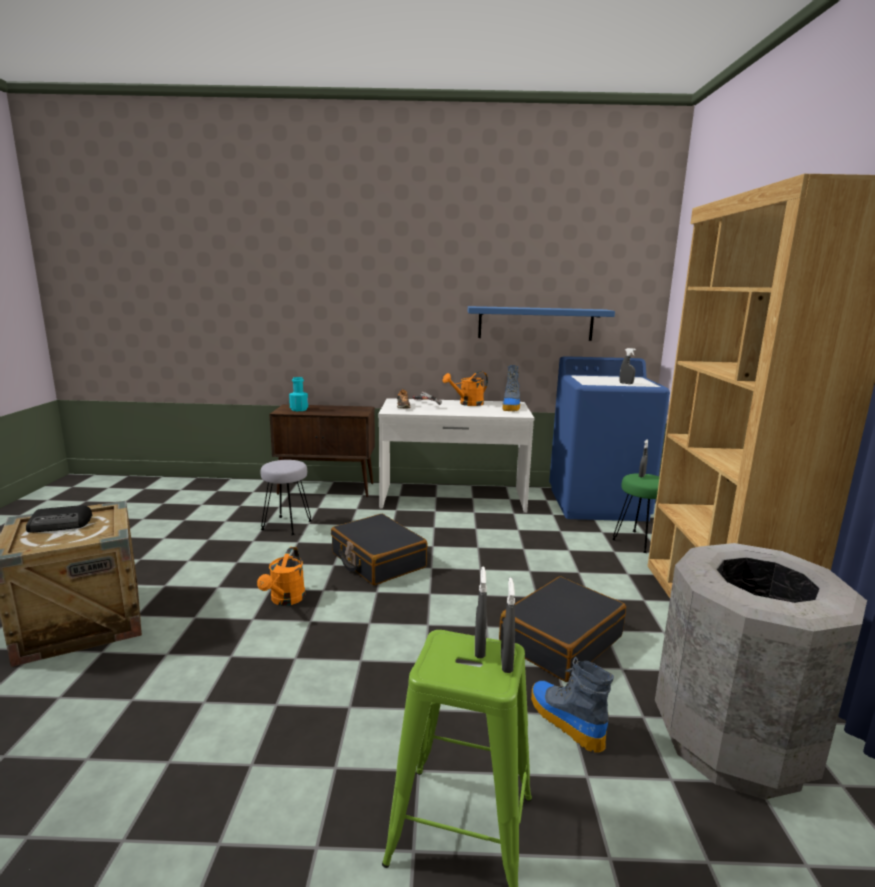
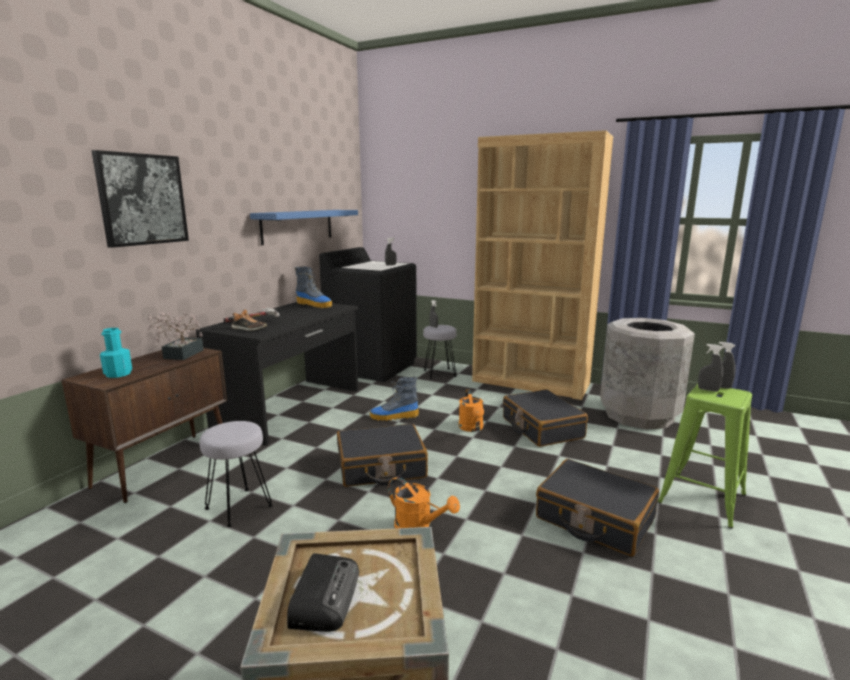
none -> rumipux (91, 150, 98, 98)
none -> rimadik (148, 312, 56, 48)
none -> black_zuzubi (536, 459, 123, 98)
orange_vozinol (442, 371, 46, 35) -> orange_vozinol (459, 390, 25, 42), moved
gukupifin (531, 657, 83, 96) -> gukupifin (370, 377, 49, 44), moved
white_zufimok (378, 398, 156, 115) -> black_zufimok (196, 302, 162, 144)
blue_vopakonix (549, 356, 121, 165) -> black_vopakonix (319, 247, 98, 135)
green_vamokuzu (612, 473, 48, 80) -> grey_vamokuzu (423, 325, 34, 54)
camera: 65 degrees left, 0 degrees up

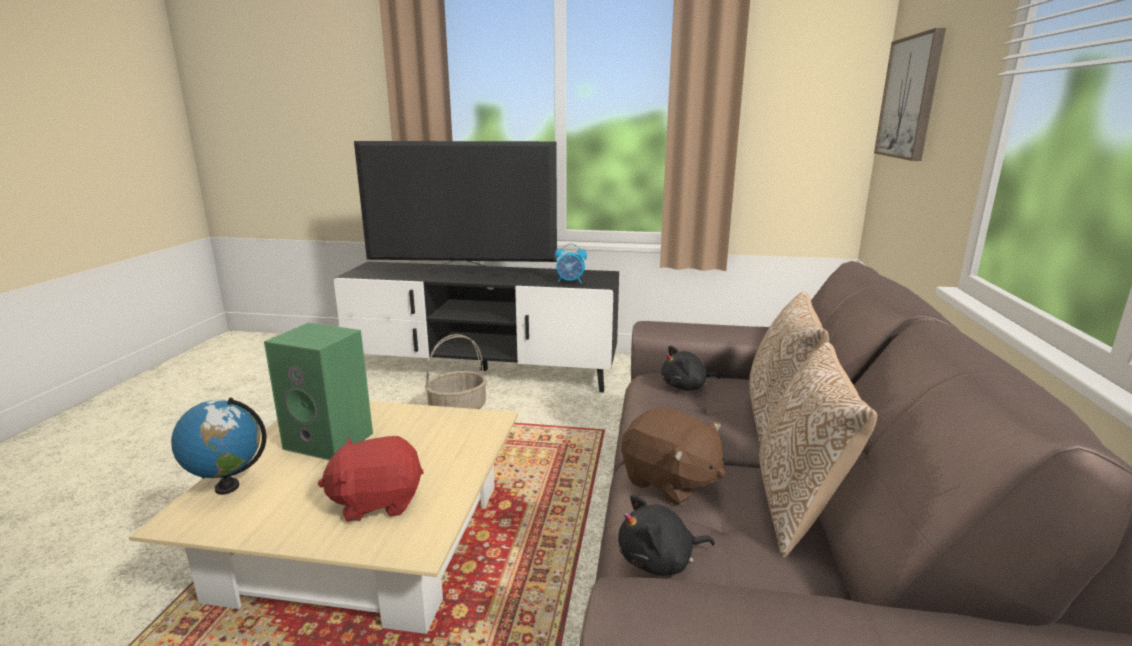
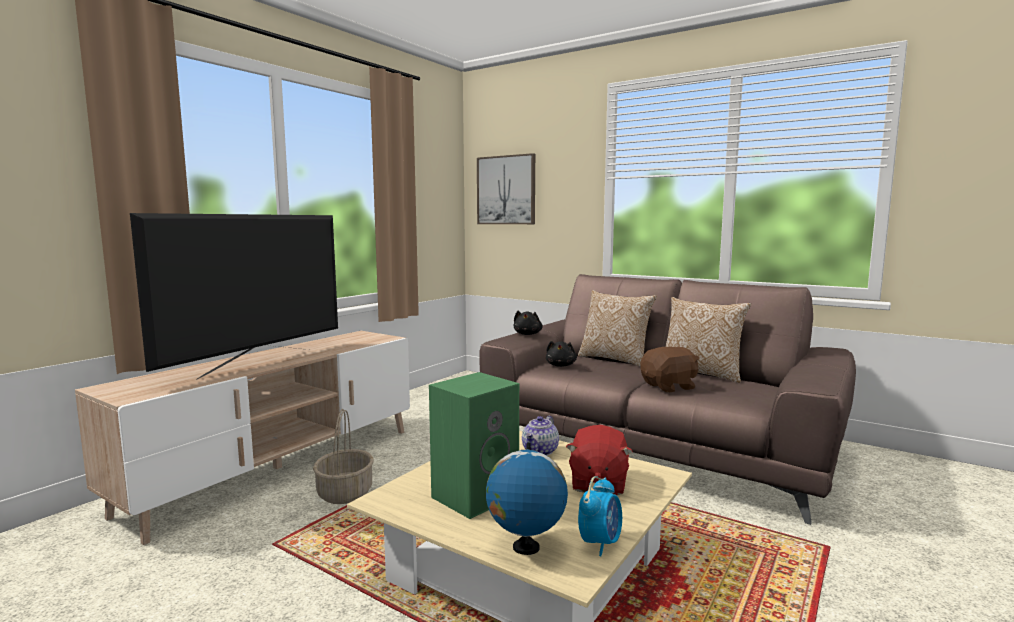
none -> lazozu (522, 416, 37, 40)
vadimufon (555, 244, 32, 40) -> vadimufon (578, 476, 44, 80), moved
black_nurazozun (618, 494, 97, 82) -> black_nurazozun (514, 311, 28, 24), moved
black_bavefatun (334, 261, 285, 132) -> beige_bavefatun (75, 331, 335, 214)
camera: 65 degrees left, 10 degrees down

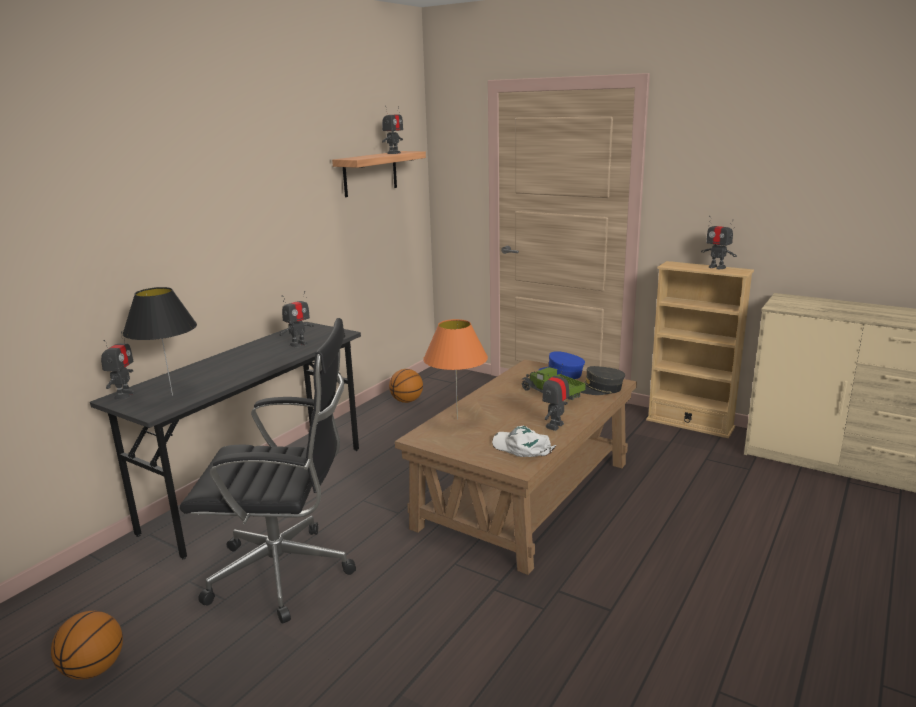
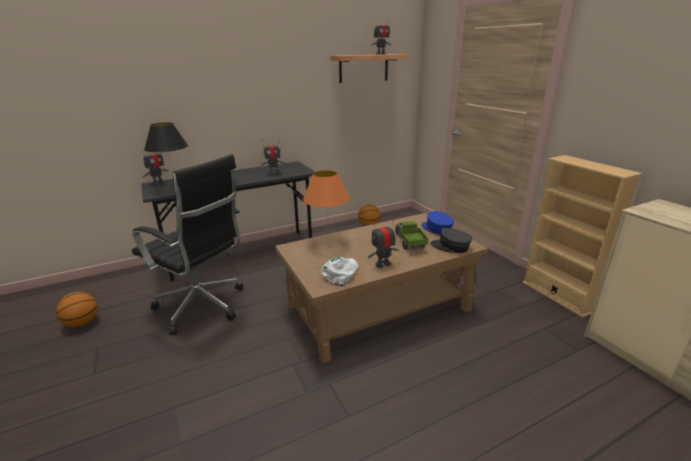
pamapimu (701, 216, 36, 53) -> none
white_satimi (492, 426, 64, 31) -> white_satimi (321, 257, 37, 29), 45 degrees clockwise
camera: 30 degrees right, 5 degrees up

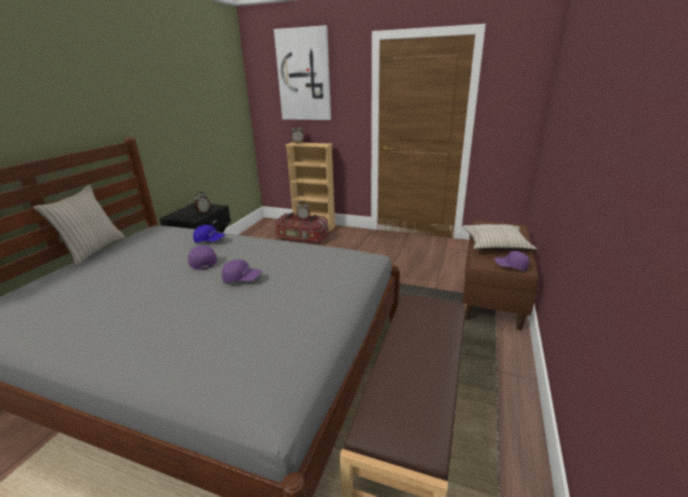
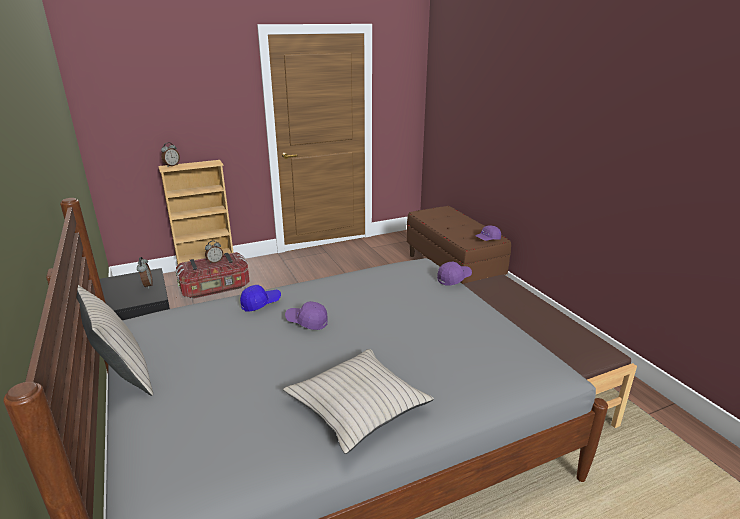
rumipux (274, 25, 57, 95) -> none
purple_satimi (222, 259, 40, 24) -> purple_satimi (437, 262, 35, 24), moved
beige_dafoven (463, 224, 74, 27) -> beige_dafoven (283, 349, 151, 105), moved
camera: 45 degrees left, 0 degrees up

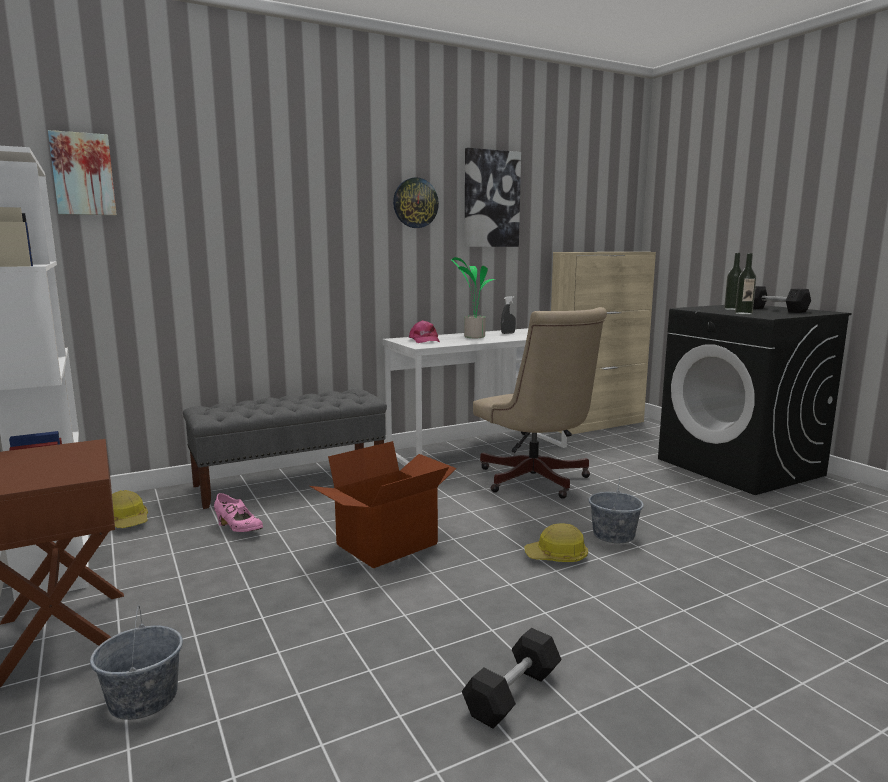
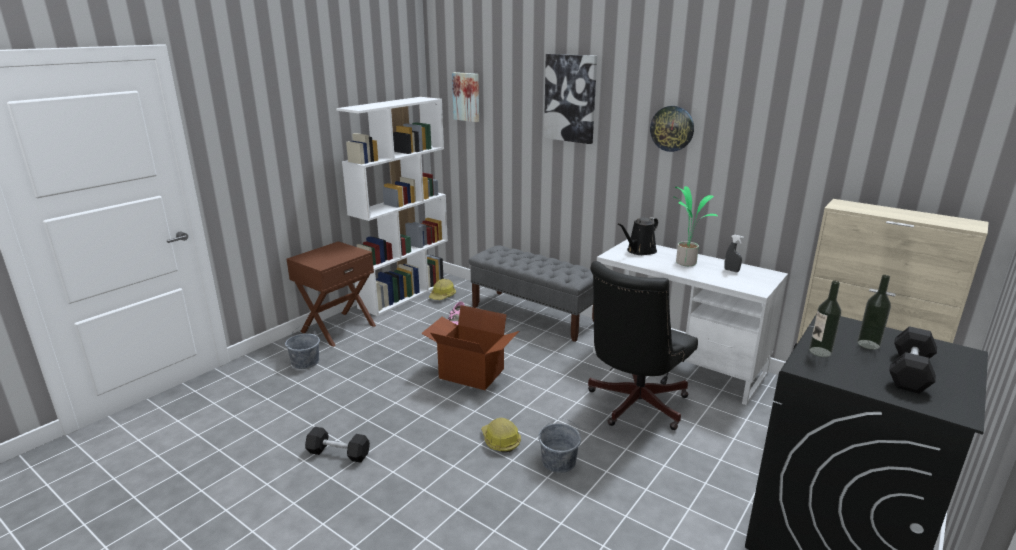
rumipux (464, 148, 57, 99) -> rumipux (544, 54, 53, 90), moved
pink_satimi (409, 320, 31, 23) -> black_vozinol (618, 217, 40, 38)
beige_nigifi (473, 307, 134, 192) -> black_nigifi (588, 261, 110, 169)
camera: 65 degrees right, 10 degrees up

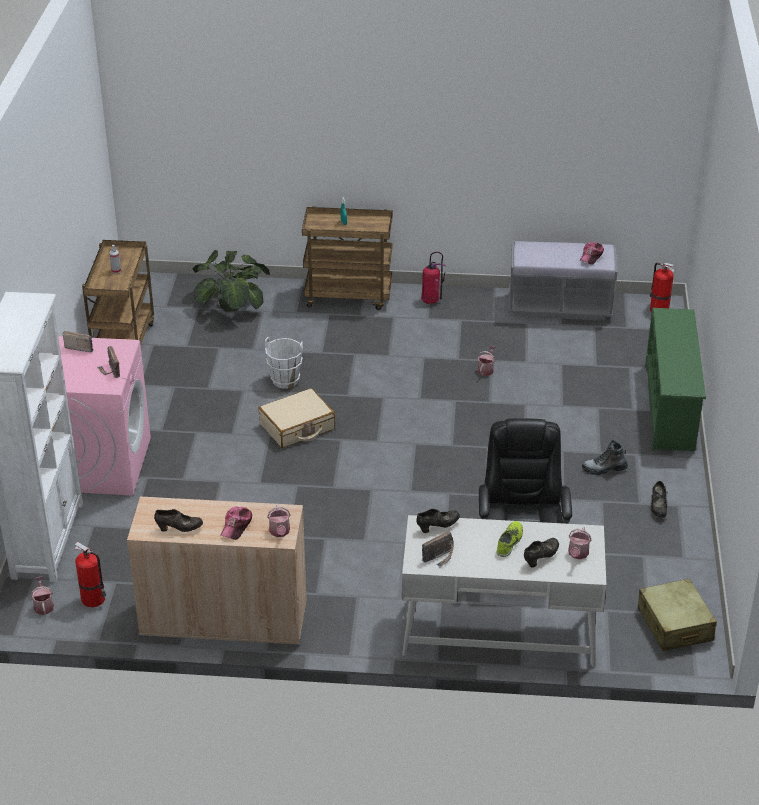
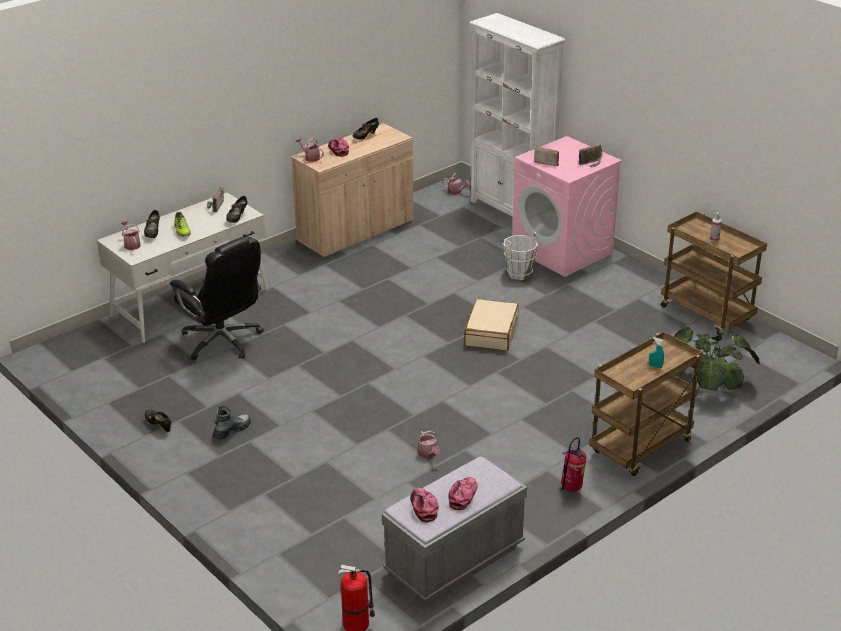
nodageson (74, 542, 32, 65) -> none
beige_zuzubi (638, 579, 79, 72) -> none
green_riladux (645, 308, 61, 143) -> none
none -> satimi (448, 477, 30, 33)
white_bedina (265, 337, 38, 52) -> white_bedina (503, 232, 35, 48), moved
camera: 135 degrees right, 5 degrees down

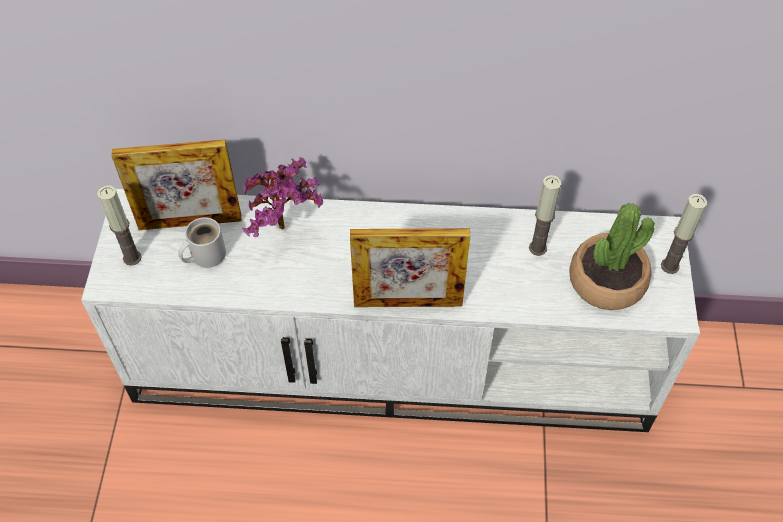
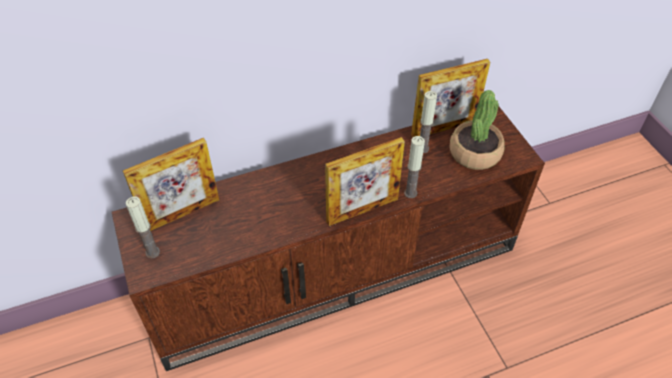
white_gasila (178, 217, 48, 51) -> none
rimadik (242, 157, 81, 80) -> none
none -> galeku (411, 59, 79, 78)
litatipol (661, 194, 46, 80) -> litatipol (404, 136, 21, 62), moved
white_bavefatun (81, 189, 619, 243) -> brown_bavefatun (112, 106, 433, 265)
camera: 25 degrees left, 5 degrees down

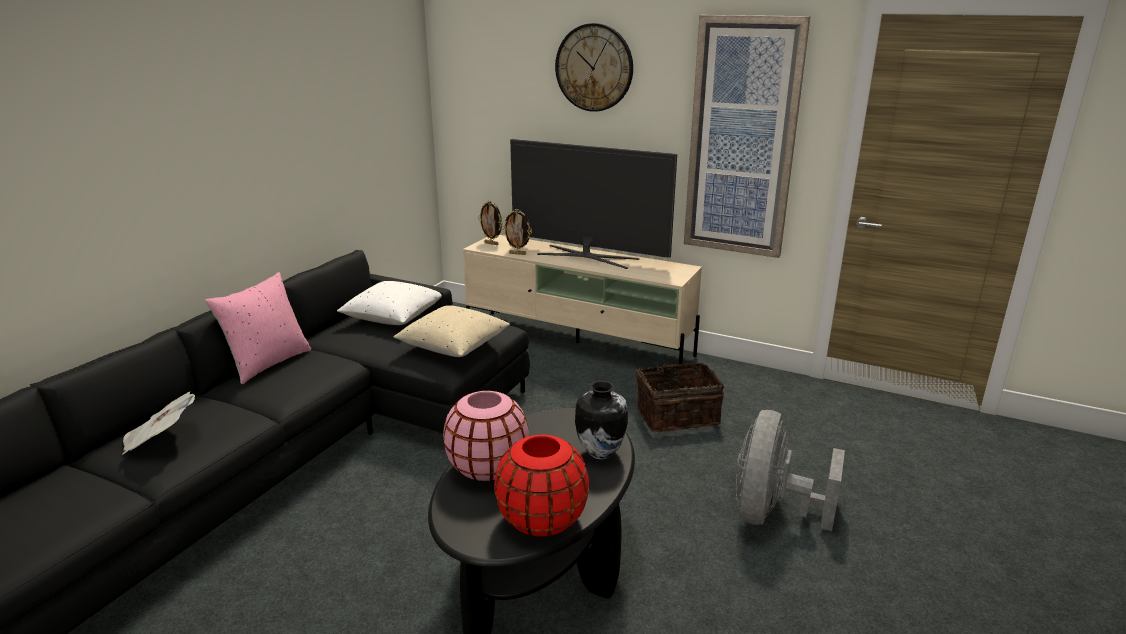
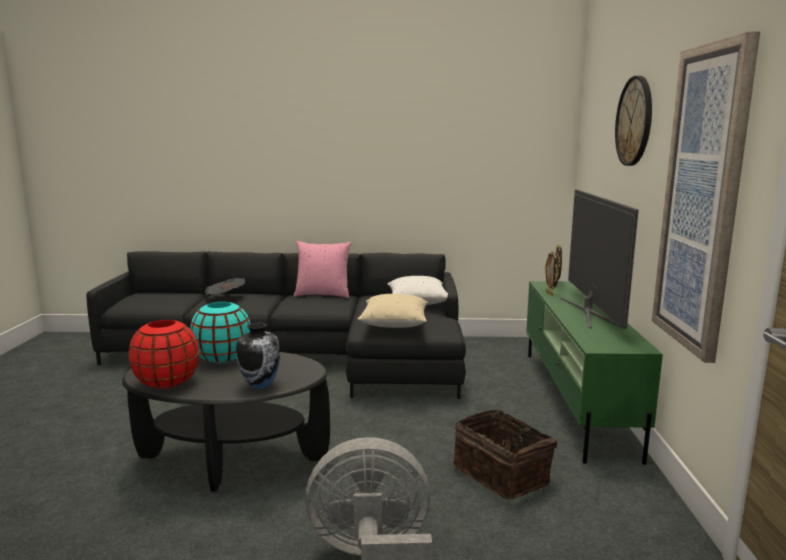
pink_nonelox (443, 391, 86, 90) -> turquoise_nonelox (190, 302, 61, 61)
beige_bavefatun (463, 235, 239, 129) -> green_bavefatun (526, 281, 137, 184)
camera: 65 degrees right, 10 degrees down

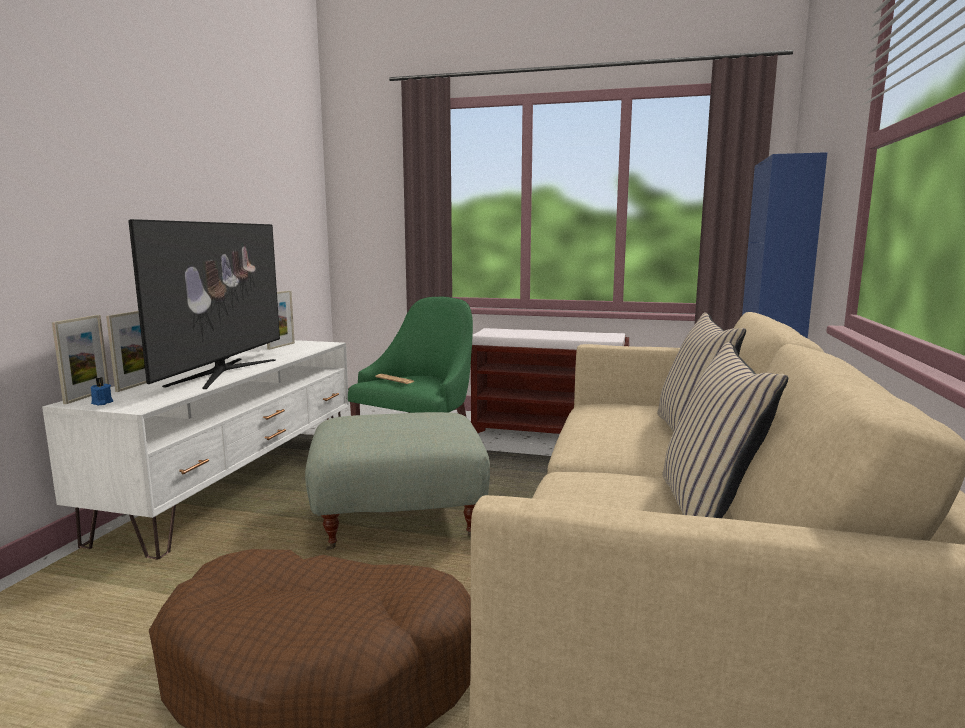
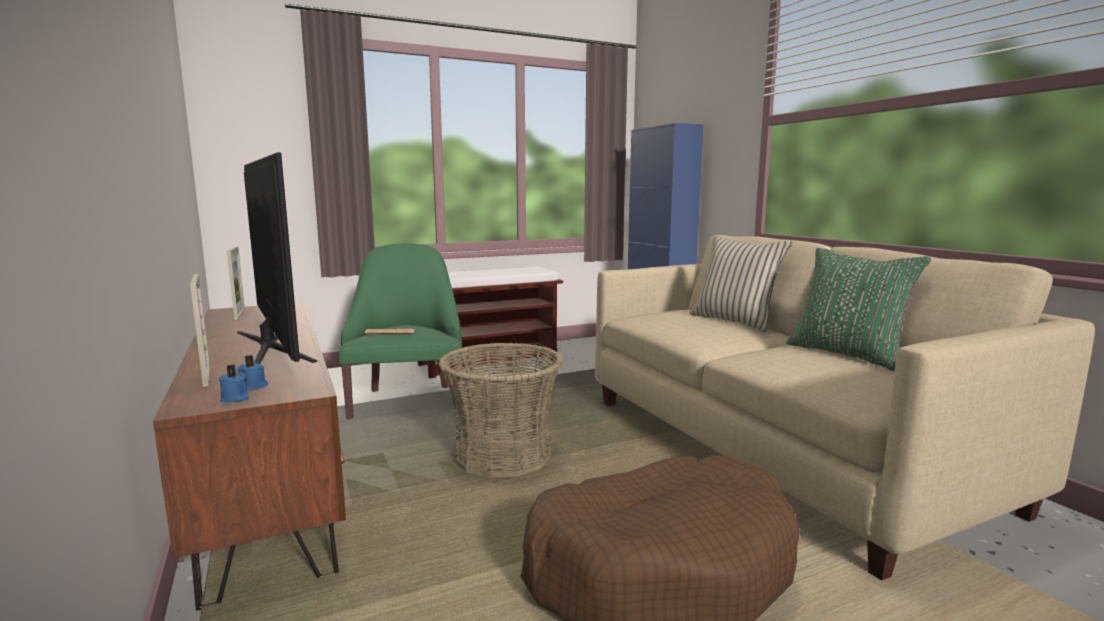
galeku (52, 315, 57, 89) -> none
none -> blue_litatipol (237, 355, 31, 36)
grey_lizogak (305, 412, 185, 138) -> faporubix (439, 343, 124, 135)
white_bavefatun (42, 340, 307, 219) -> brown_bavefatun (153, 302, 193, 308)
beige_dafoven (662, 342, 126, 176) -> green_dafoven (786, 248, 145, 124)
camera: 40 degrees left, 0 degrees up

